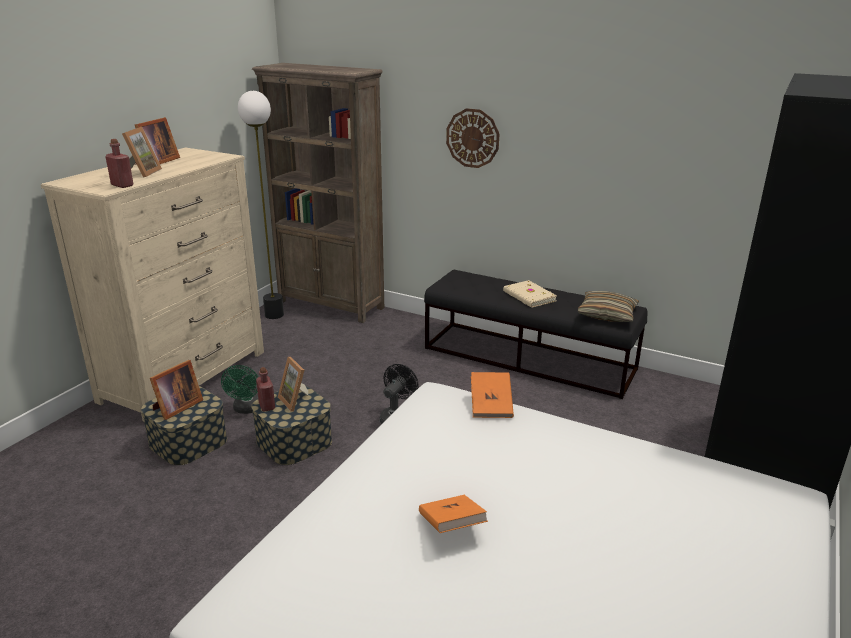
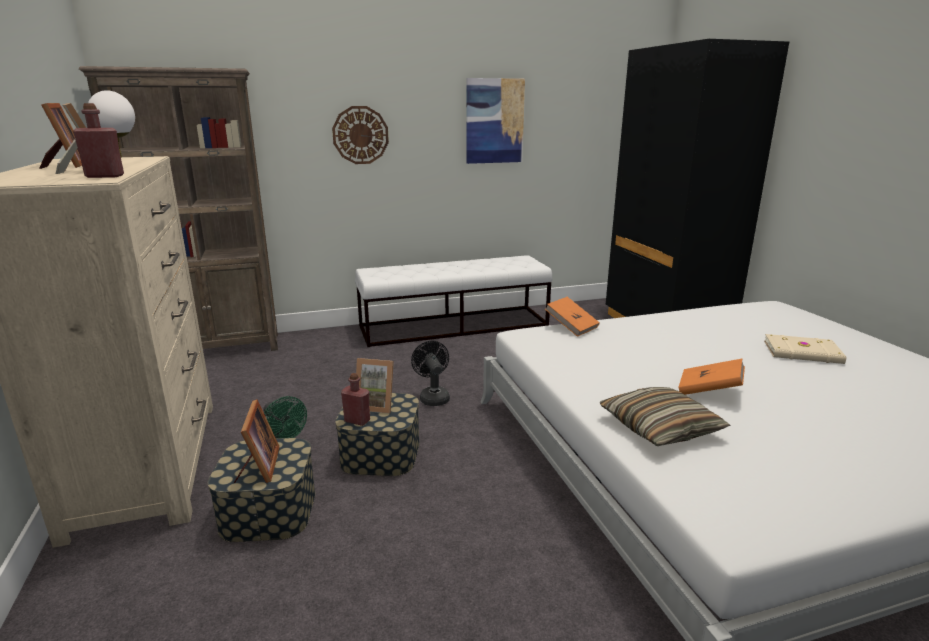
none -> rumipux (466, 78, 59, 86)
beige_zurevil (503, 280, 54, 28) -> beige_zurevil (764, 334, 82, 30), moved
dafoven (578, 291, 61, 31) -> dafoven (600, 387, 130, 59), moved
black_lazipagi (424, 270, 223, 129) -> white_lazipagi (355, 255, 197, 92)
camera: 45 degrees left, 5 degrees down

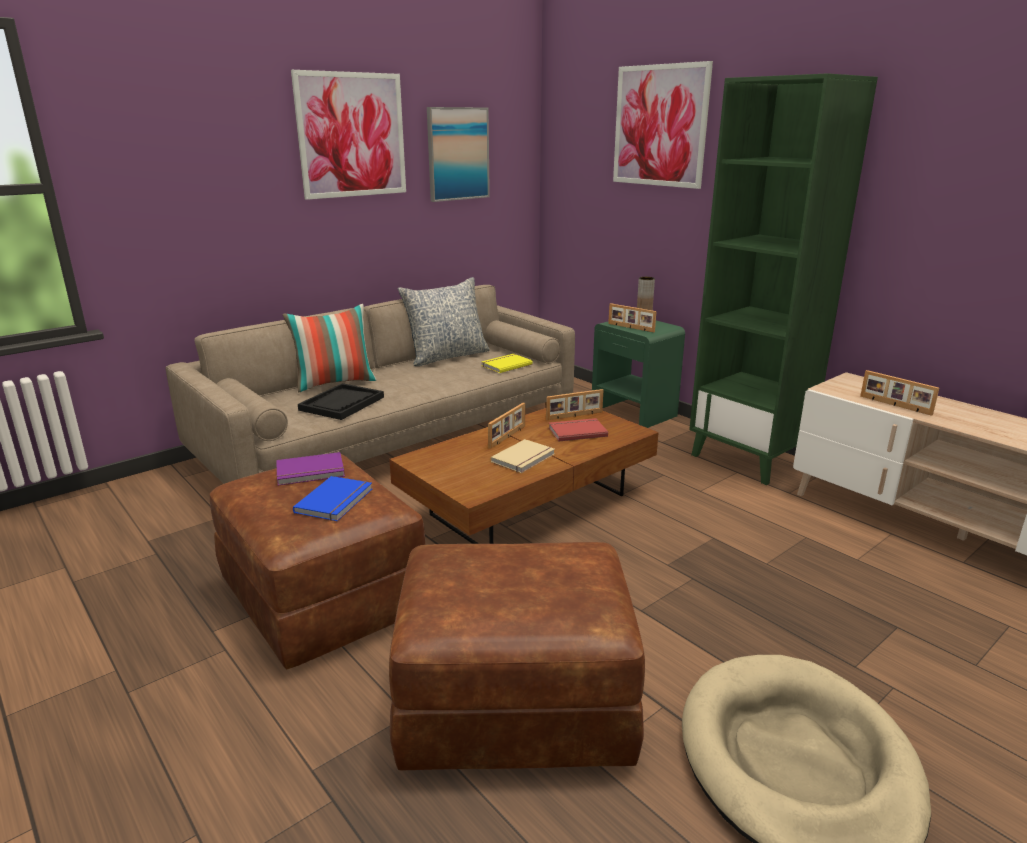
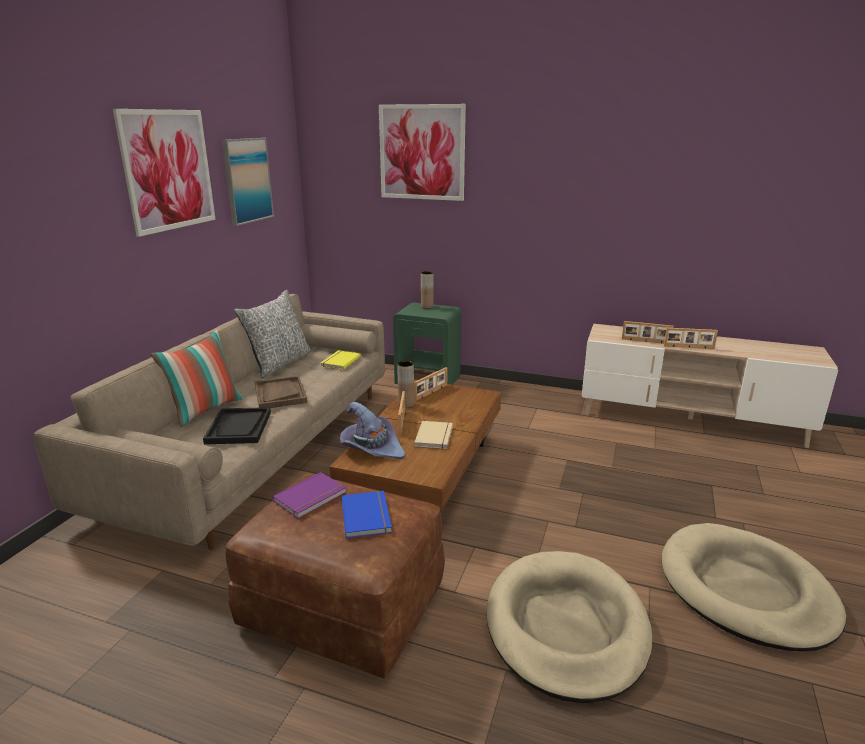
red_zurevil (549, 418, 59, 23) -> none
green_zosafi (689, 73, 189, 412) -> none
none -> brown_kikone (255, 376, 52, 32)
none -> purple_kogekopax (340, 402, 65, 57)
none -> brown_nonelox (397, 361, 17, 47)
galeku (608, 303, 49, 29) -> galeku (664, 328, 54, 21), moved
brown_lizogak (389, 542, 256, 228) -> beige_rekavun (487, 551, 165, 152)
camera: 30 degrees left, 0 degrees up

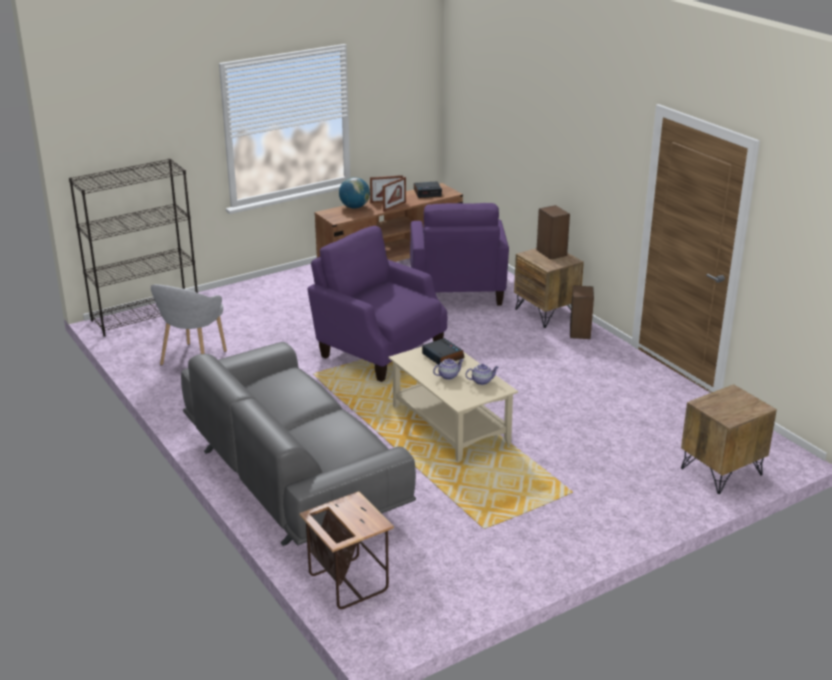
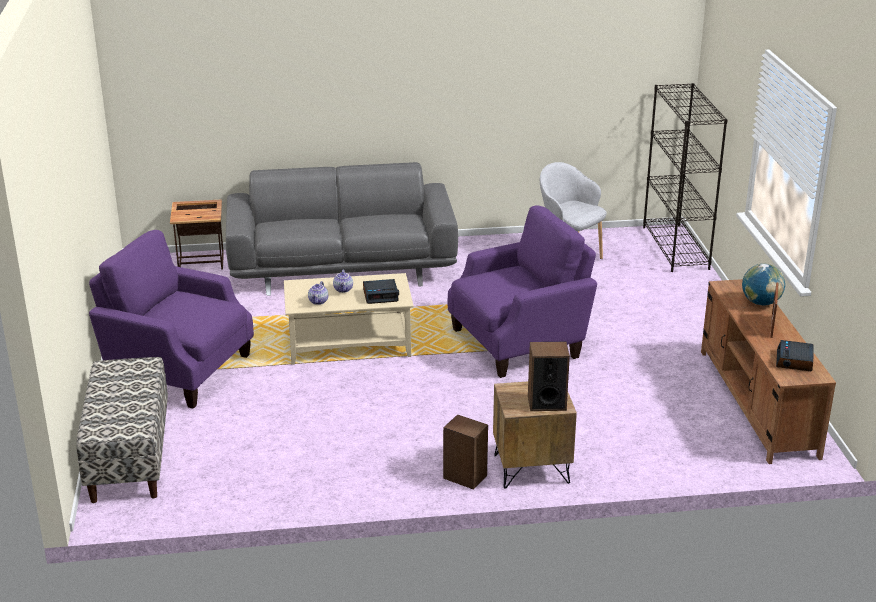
galeku (383, 177, 23, 35) -> none
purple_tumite (410, 203, 99, 103) -> purple_tumite (89, 230, 165, 179), moved
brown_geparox (681, 384, 96, 110) -> lazipagi (76, 357, 92, 146)
camera: 115 degrees right, 0 degrees up

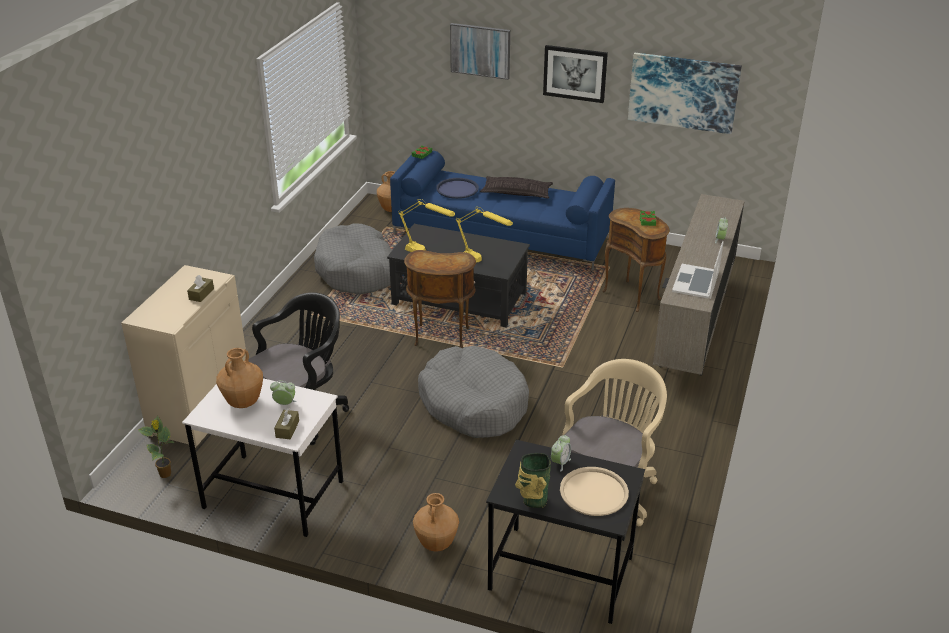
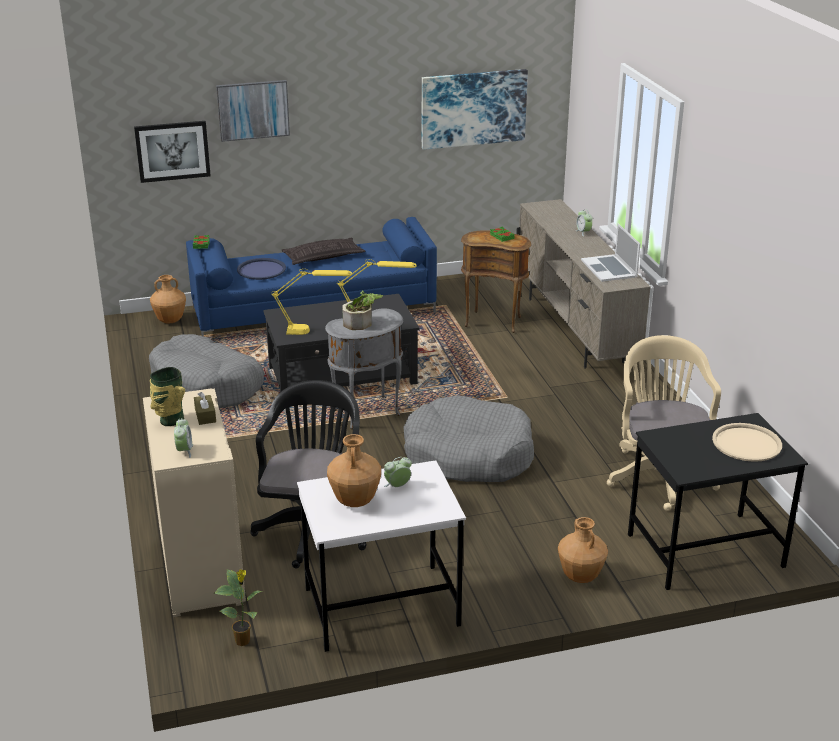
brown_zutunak (274, 408, 25, 31) -> none
none -> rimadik (342, 290, 41, 40)
nonelox (515, 453, 36, 55) -> nonelox (150, 367, 35, 59), moved
rumipux (543, 45, 65, 58) -> rumipux (134, 121, 77, 62), moved
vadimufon (551, 435, 20, 37) -> vadimufon (174, 418, 19, 40), moved
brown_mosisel (404, 250, 72, 98) -> grey_mosisel (325, 308, 78, 121)
camera: 35 degrees left, 5 degrees down

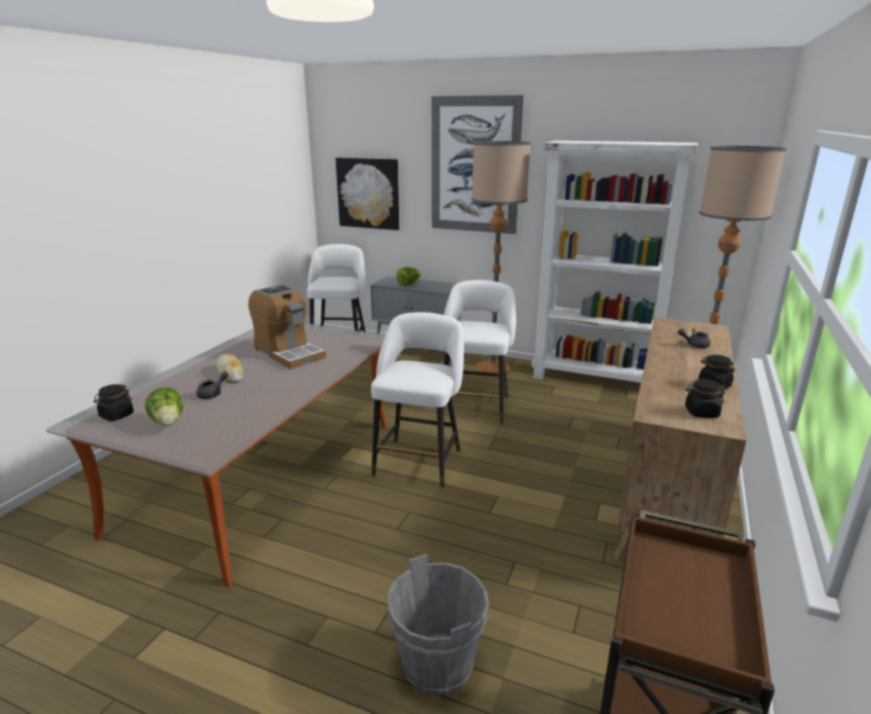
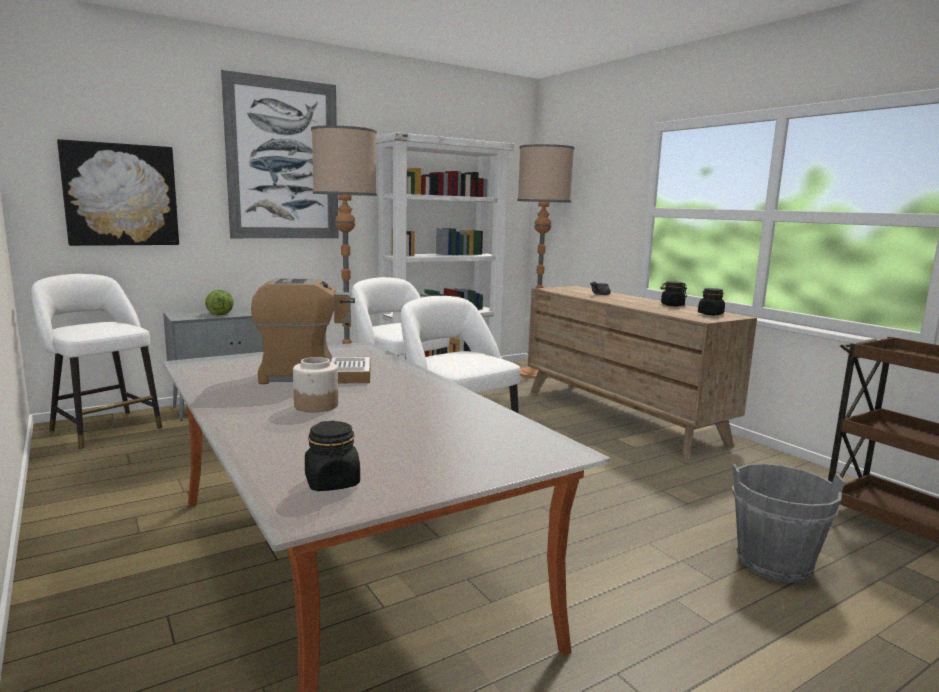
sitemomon (145, 387, 38, 39) -> none
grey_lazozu (196, 371, 32, 28) -> none
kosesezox (216, 354, 28, 29) -> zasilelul (293, 357, 45, 55)
camera: 55 degrees left, 10 degrees down

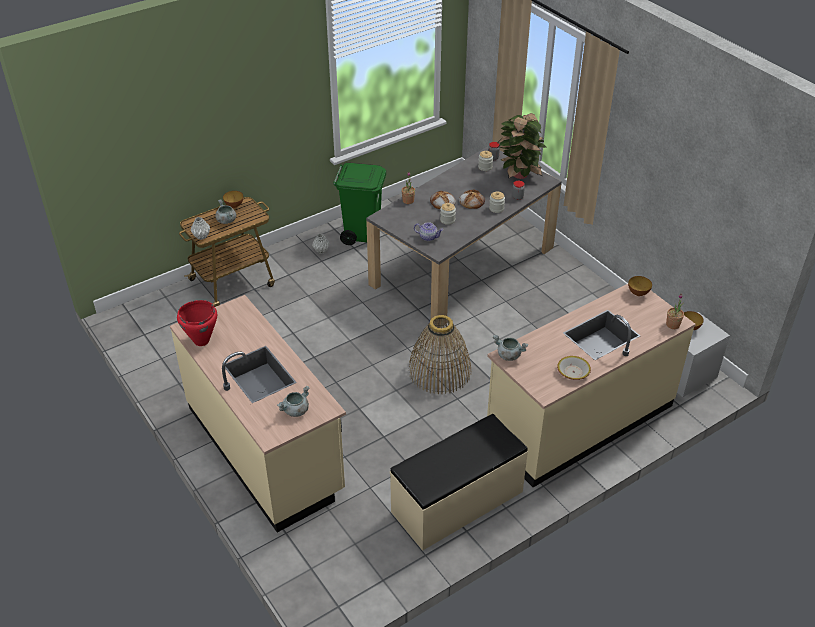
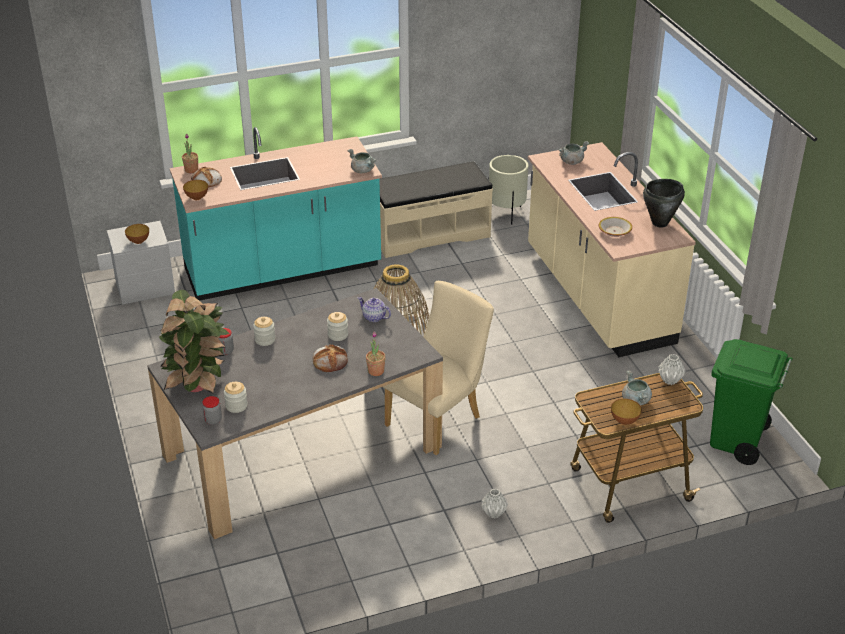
none -> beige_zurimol (383, 281, 111, 174)
none -> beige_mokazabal (488, 155, 40, 70)
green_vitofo (333, 163, 53, 82) -> green_vitofo (710, 339, 83, 126), moved
kosesezox (459, 190, 26, 19) -> kosesezox (191, 167, 31, 20), moved
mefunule (557, 356, 34, 24) -> mefunule (599, 217, 33, 20), moved
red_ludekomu (177, 300, 40, 46) -> black_ludekomu (643, 179, 42, 48)
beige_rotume (487, 284, 209, 203) -> turquoise_rotume (170, 127, 212, 174)
camera: 165 degrees left, 5 degrees down

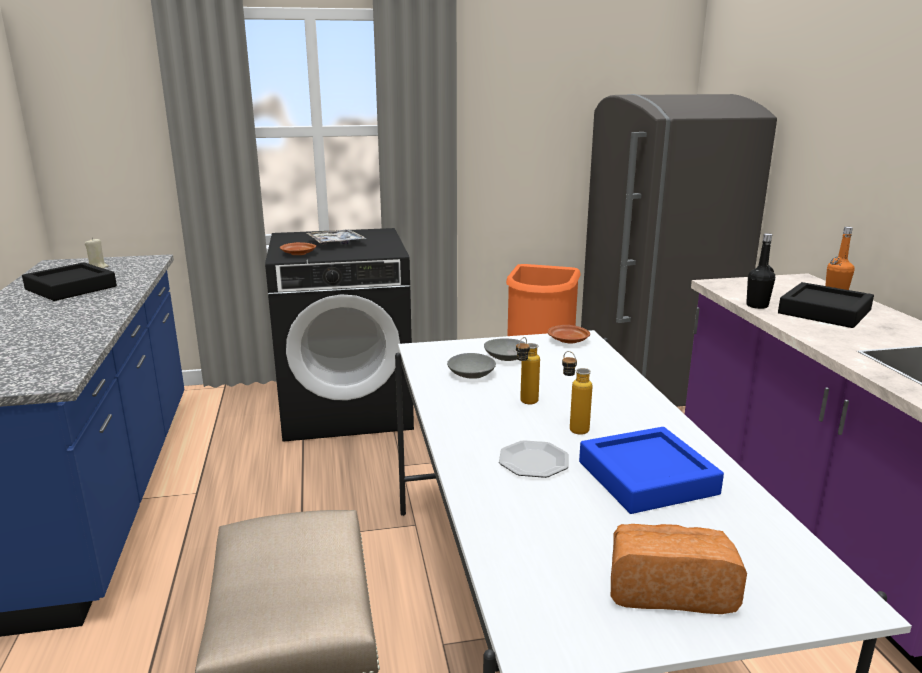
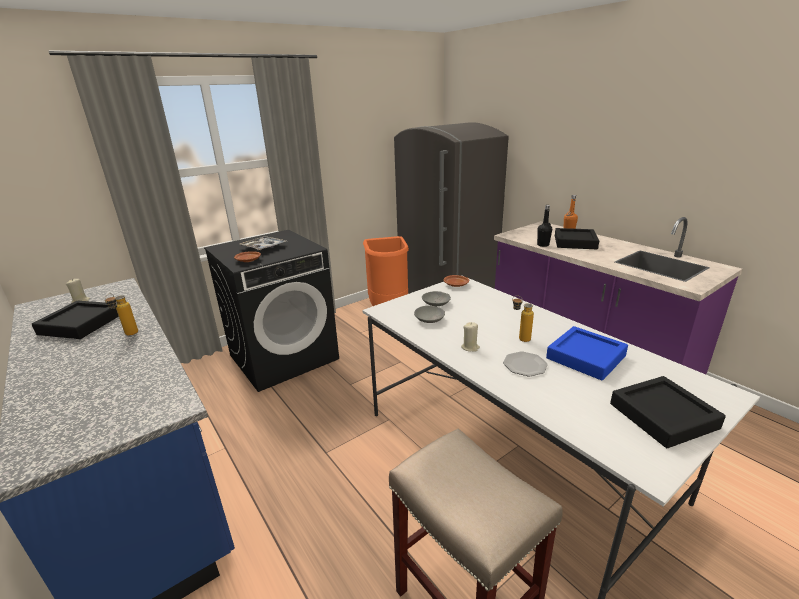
none -> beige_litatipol (461, 322, 19, 30)
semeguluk (516, 337, 24, 67) -> semeguluk (105, 293, 33, 43), moved
kosesezox (611, 524, 136, 90) -> black_kikone (610, 376, 116, 72)
camera: 25 degrees left, 5 degrees up

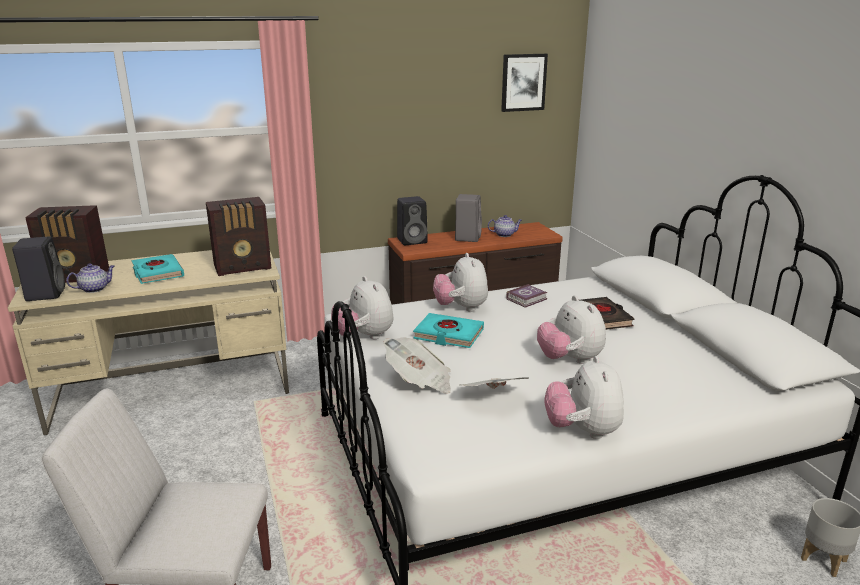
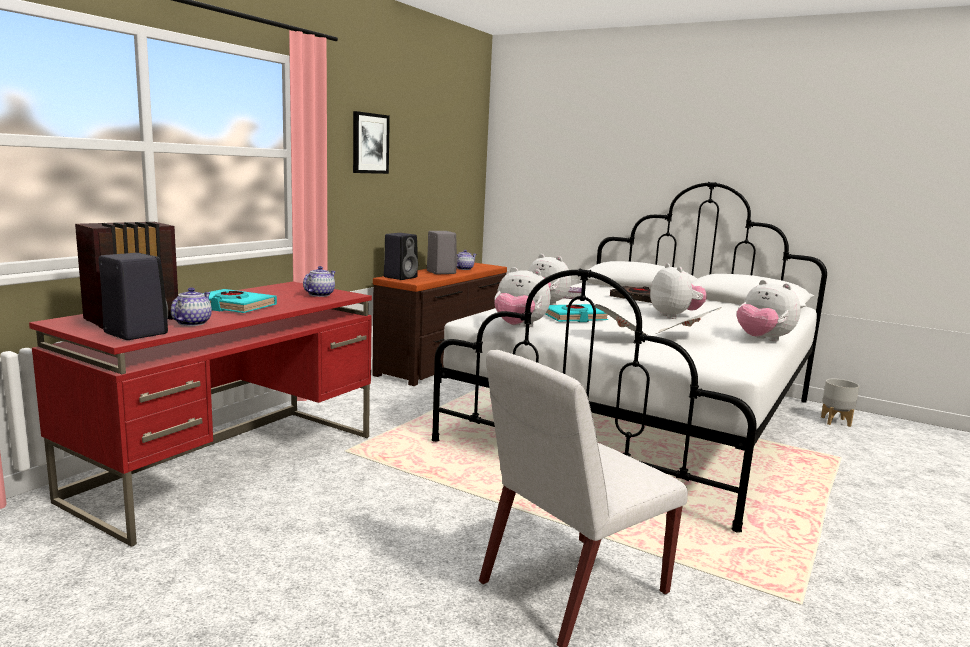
rumipux (501, 54, 47, 58) -> rumipux (353, 111, 37, 63), moved
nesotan (206, 197, 65, 79) -> lazozu (303, 266, 33, 31)
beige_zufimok (8, 250, 281, 185) -> red_zufimok (29, 282, 343, 265)
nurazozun (537, 295, 69, 69) -> nurazozun (650, 263, 57, 56), 135 degrees counterclockwise
camera: 40 degrees left, 10 degrees down

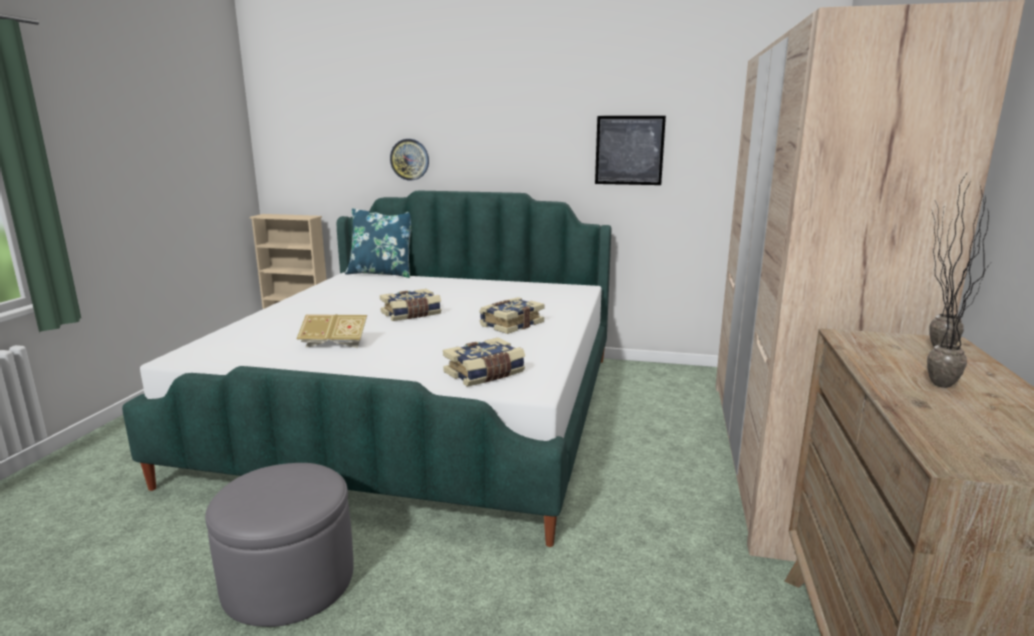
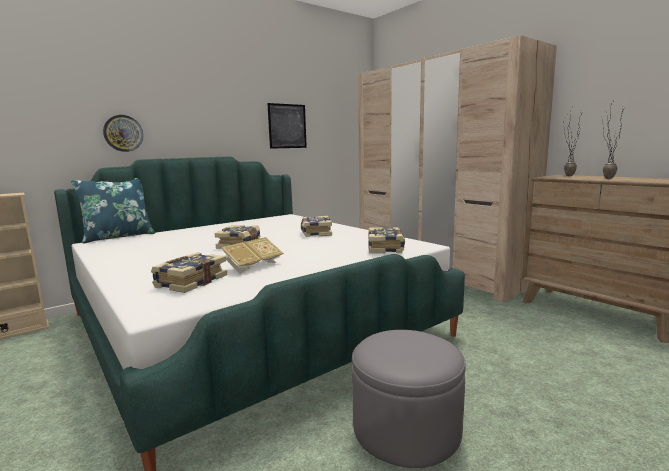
none -> zurevil (151, 253, 76, 40)
camera: 50 degrees left, 5 degrees down

